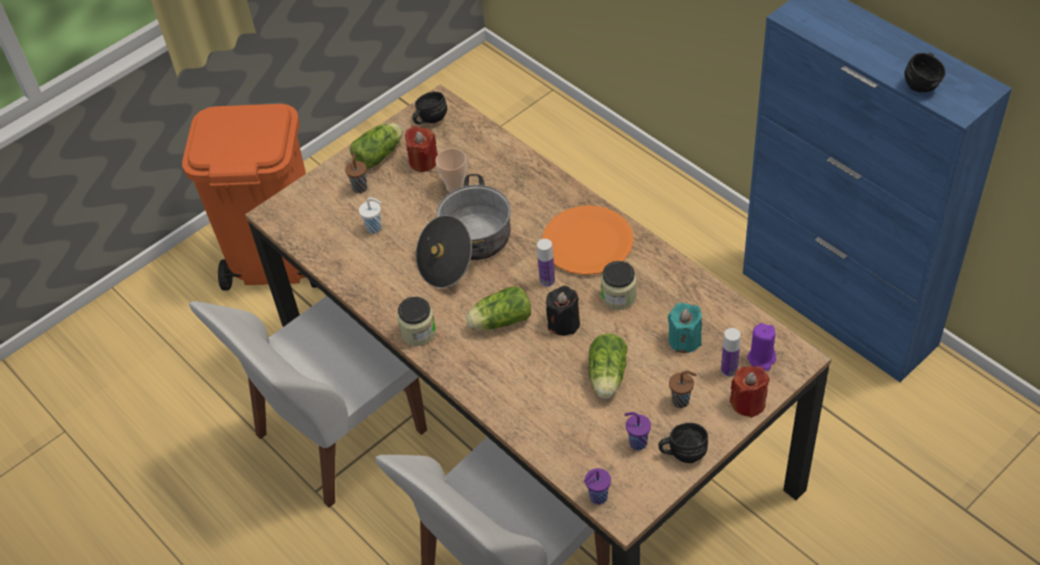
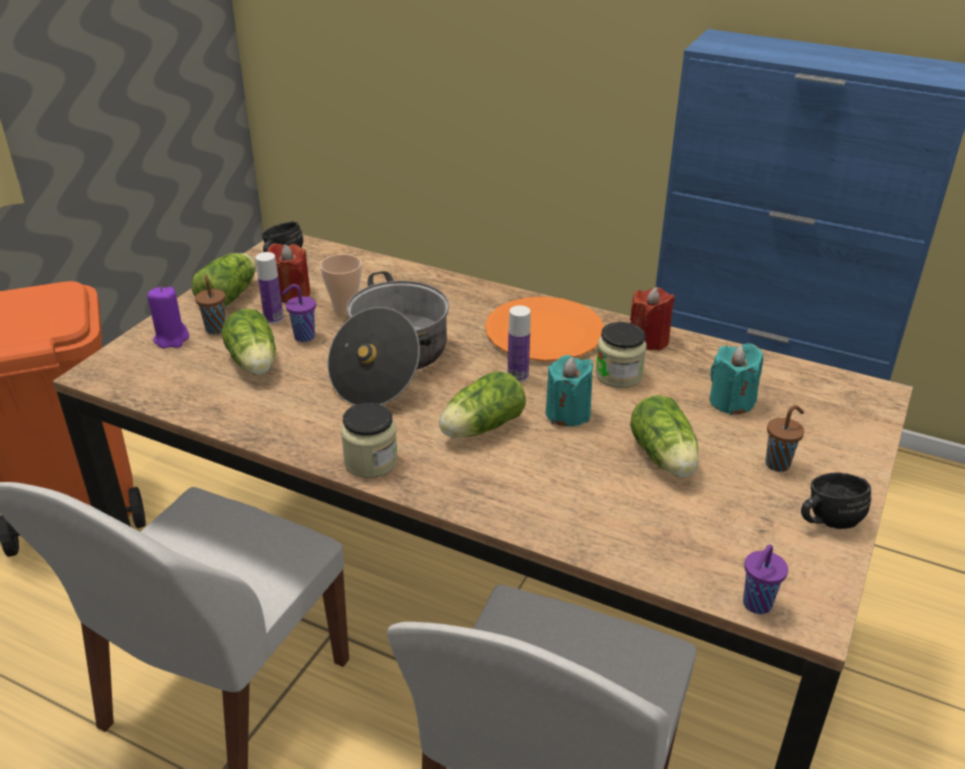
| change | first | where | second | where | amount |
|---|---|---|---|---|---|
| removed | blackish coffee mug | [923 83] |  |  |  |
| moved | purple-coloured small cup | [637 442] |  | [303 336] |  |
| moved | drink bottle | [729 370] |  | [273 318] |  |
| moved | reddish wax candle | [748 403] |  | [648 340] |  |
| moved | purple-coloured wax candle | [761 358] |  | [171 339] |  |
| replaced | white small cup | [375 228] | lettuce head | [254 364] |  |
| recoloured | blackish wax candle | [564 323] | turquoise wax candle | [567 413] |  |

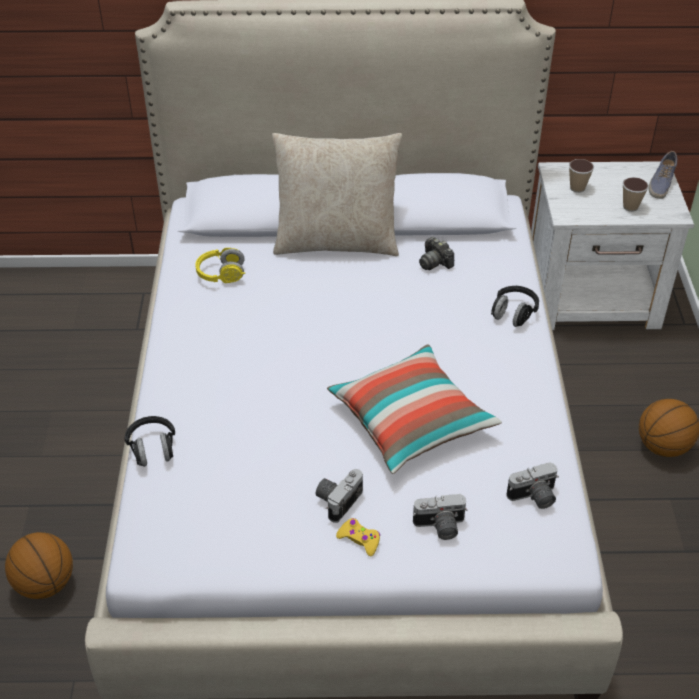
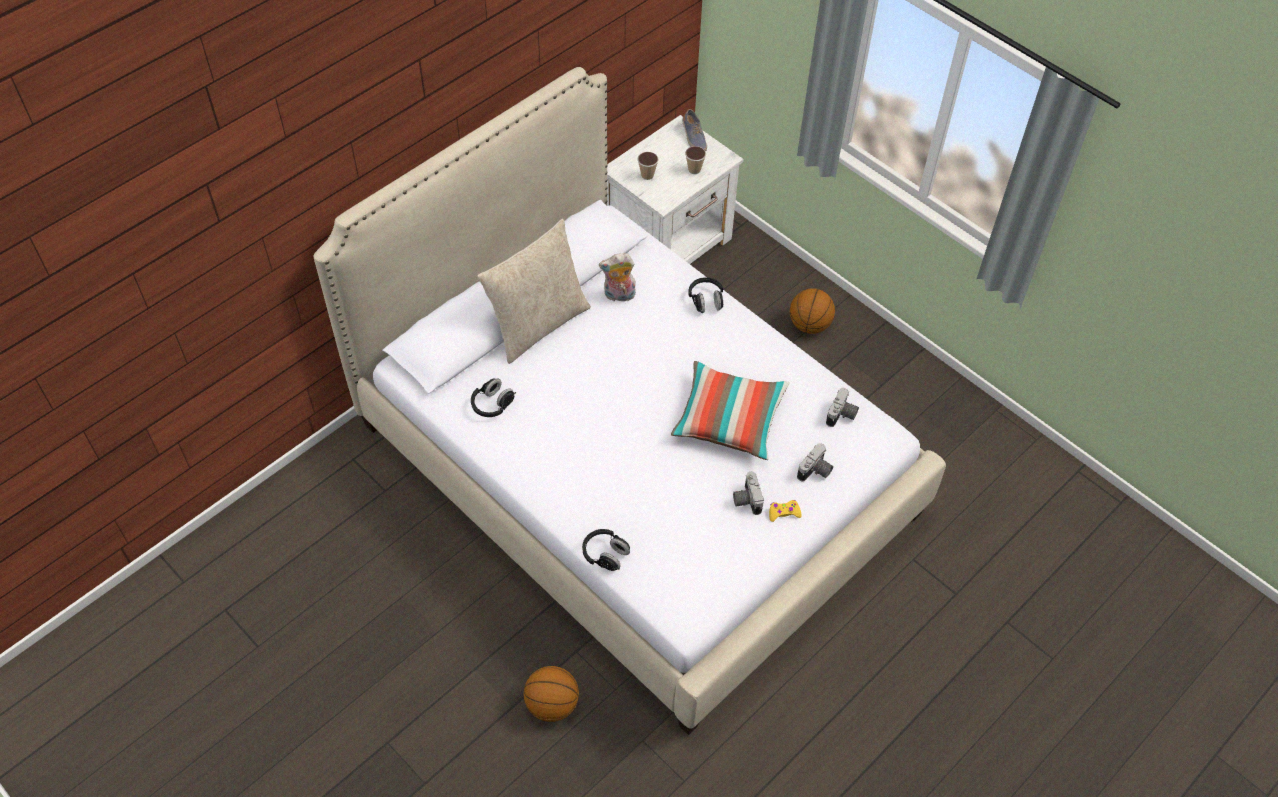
| change | first | where | second | where | amount |
|---|---|---|---|---|---|
| replaced | still camera | [435 262] | plush toy | [619 296] |  |
| recoloured | yellow headset | [221 275] | blackish headset | [492 405] |  |

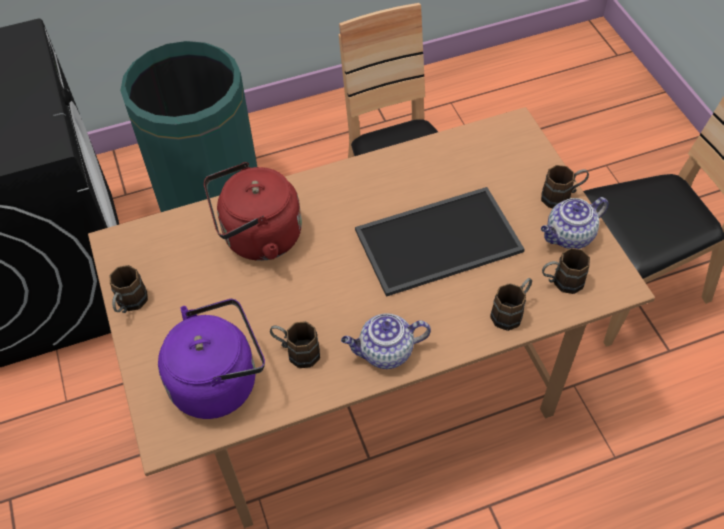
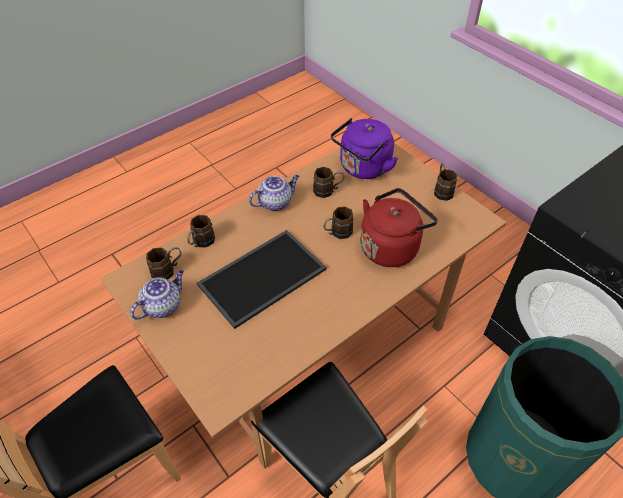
| change | first | where | second | where | amount |
|---|---|---|---|---|---|
| moved | brown coffee mug | [562 196] |  | [337 233] |  |

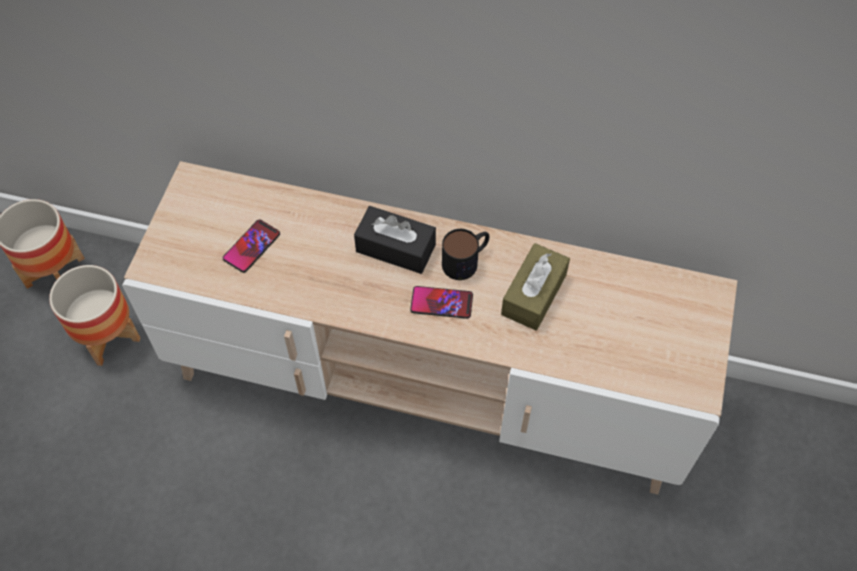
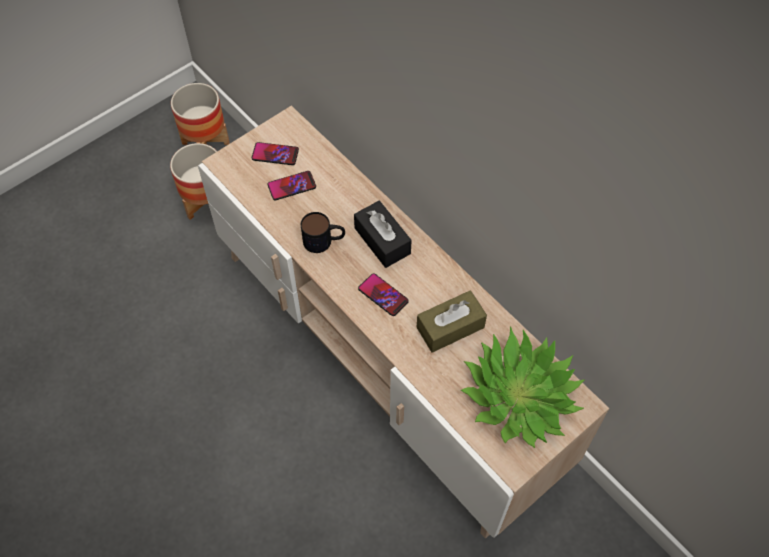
| change | first | where | second | where | amount |
|---|---|---|---|---|---|
| added |  |  | phone | [275 154] |  |
| added |  |  | potted plant | [519 397] |  |
| moved | coffee mug | [466 260] |  | [324 241] |  |

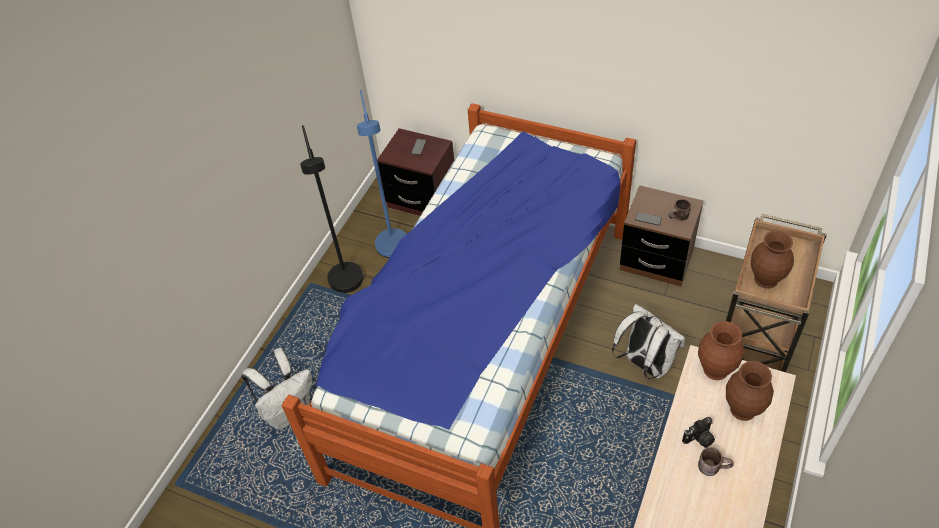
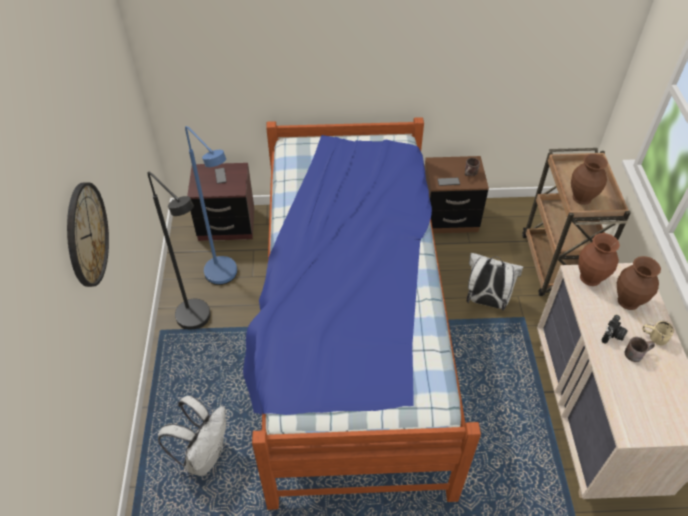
| change | first | where | second | where | amount |
|---|---|---|---|---|---|
| added |  |  | clock on the wall | [86 234] |  |
| added |  |  | beige coffee mug | [654 338] |  |

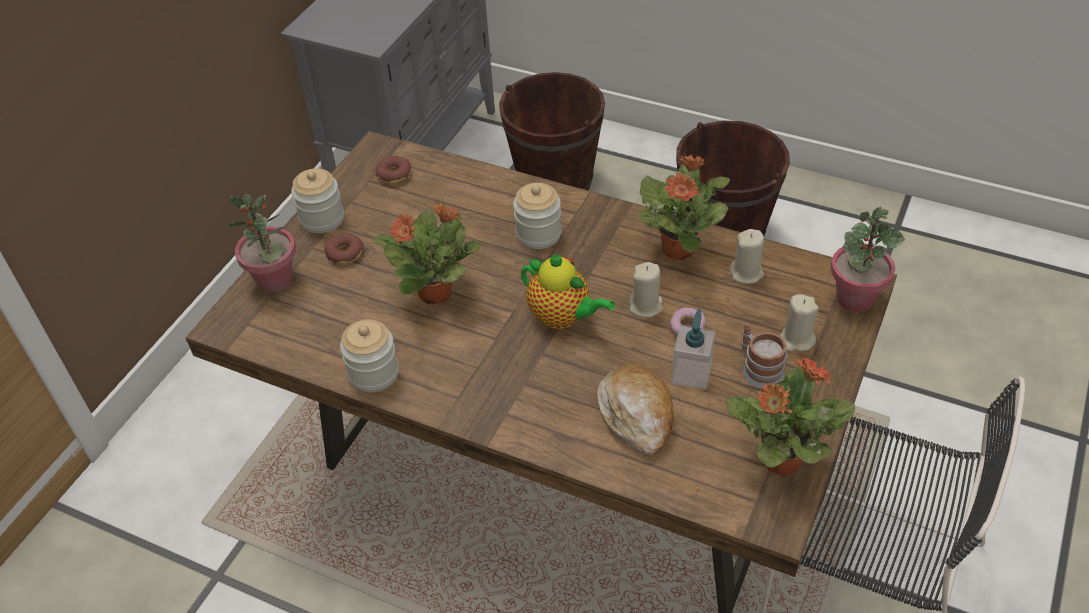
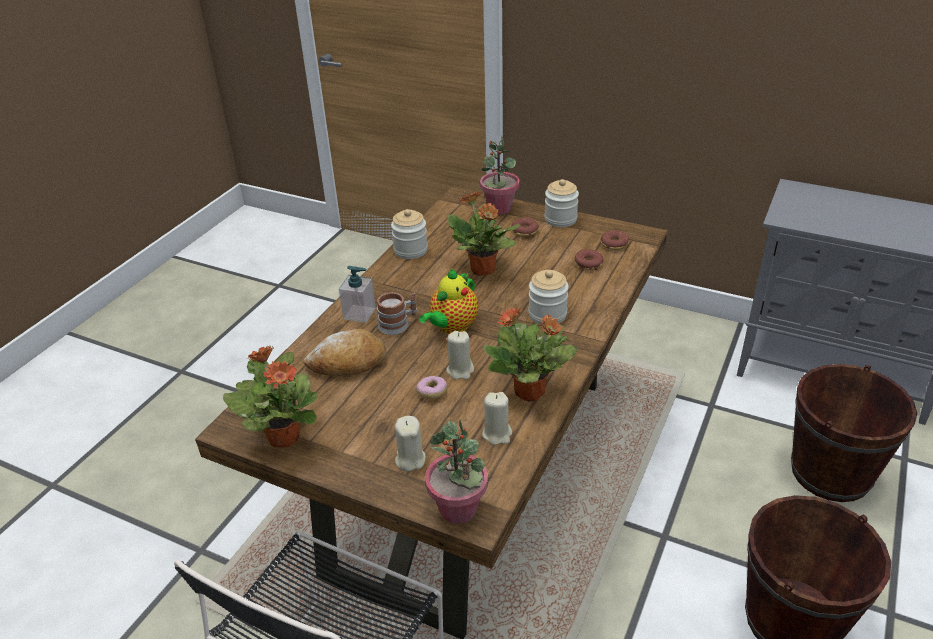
| change | first | where | second | where | amount |
|---|---|---|---|---|---|
| added |  |  | donut | [588 264] |  |
| moved | soap dispenser | [691 373] |  | [359 314] |  |
| moved | coffee mug | [758 368] |  | [398 324] |  |

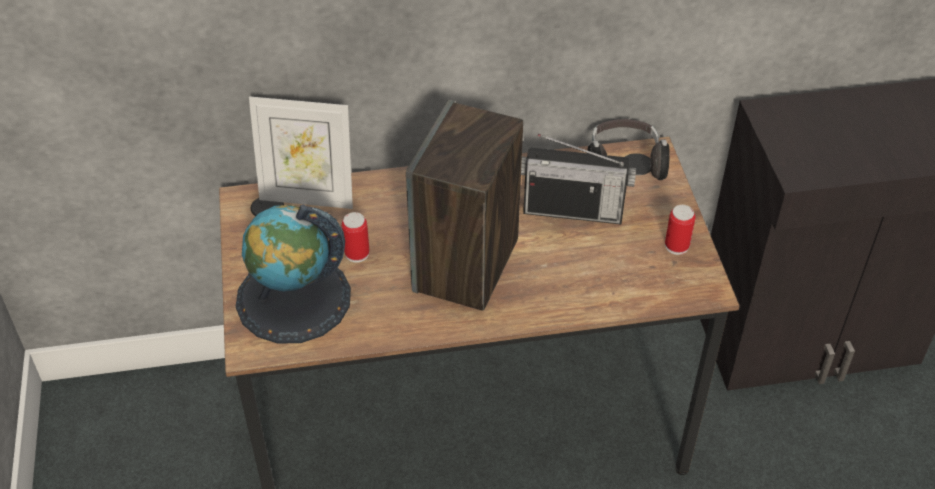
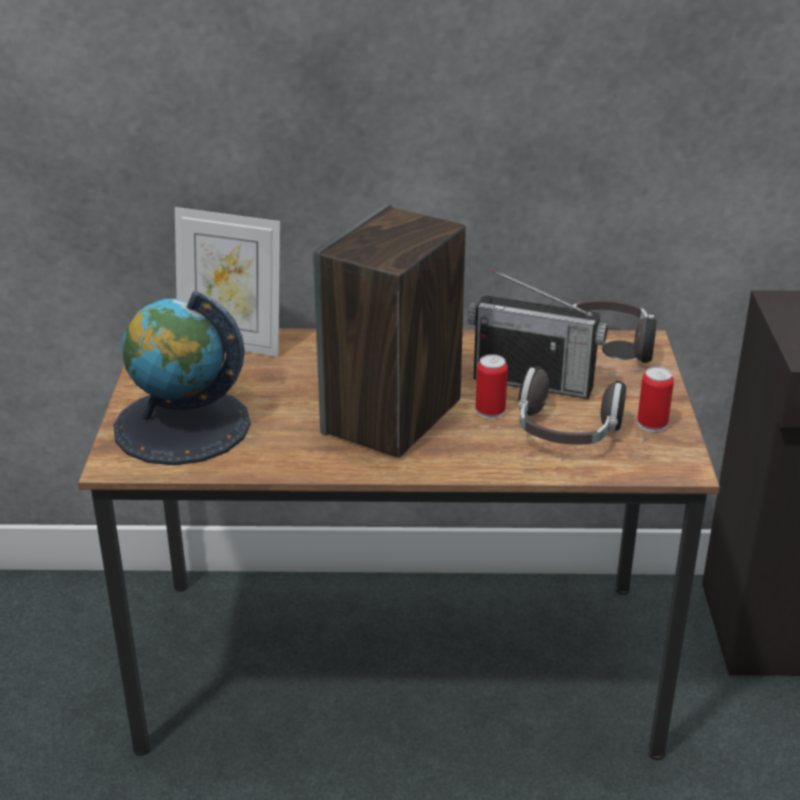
| change | first | where | second | where | amount |
|---|---|---|---|---|---|
| added |  |  | headset | [566 434] |  |
| moved | can | [357 253] |  | [490 411] |  |

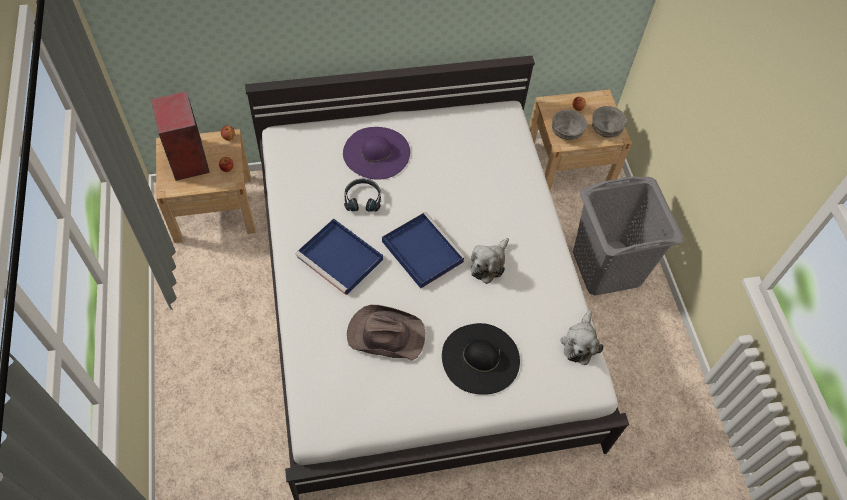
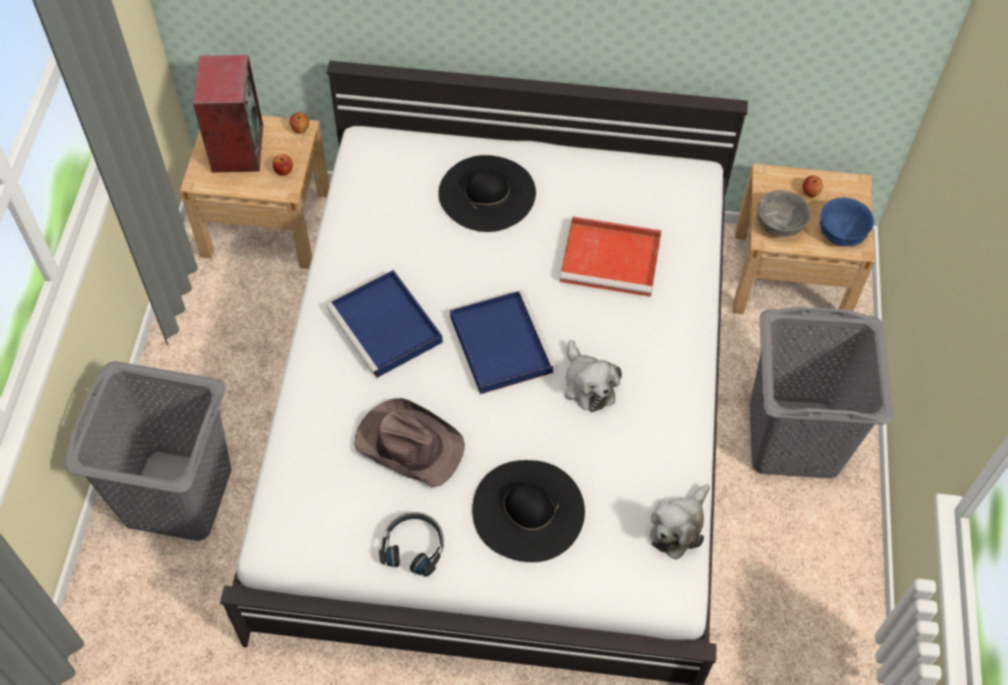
| change | first | where | second | where | amount |
|---|---|---|---|---|---|
| added |  |  | gray washing basket | [177 494] |  |
| added |  |  | reddish serving tray | [612 259] |  |
| moved | blackish headset | [362 198] |  | [414 546] |  |
| recoloured | purple-coloured wearable hat | [376 152] | blackish wearable hat | [487 193] |  |
| recoloured | gray deep dish | [606 129] | blue-coloured deep dish | [842 233] |  |
| turned | plush toy | [488 264] |  | [588 384] | 75 degrees counterclockwise |

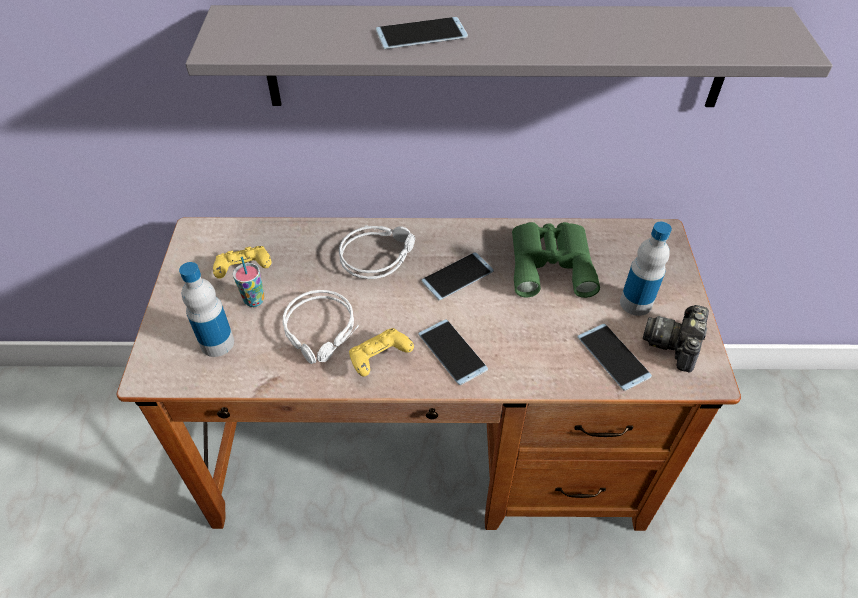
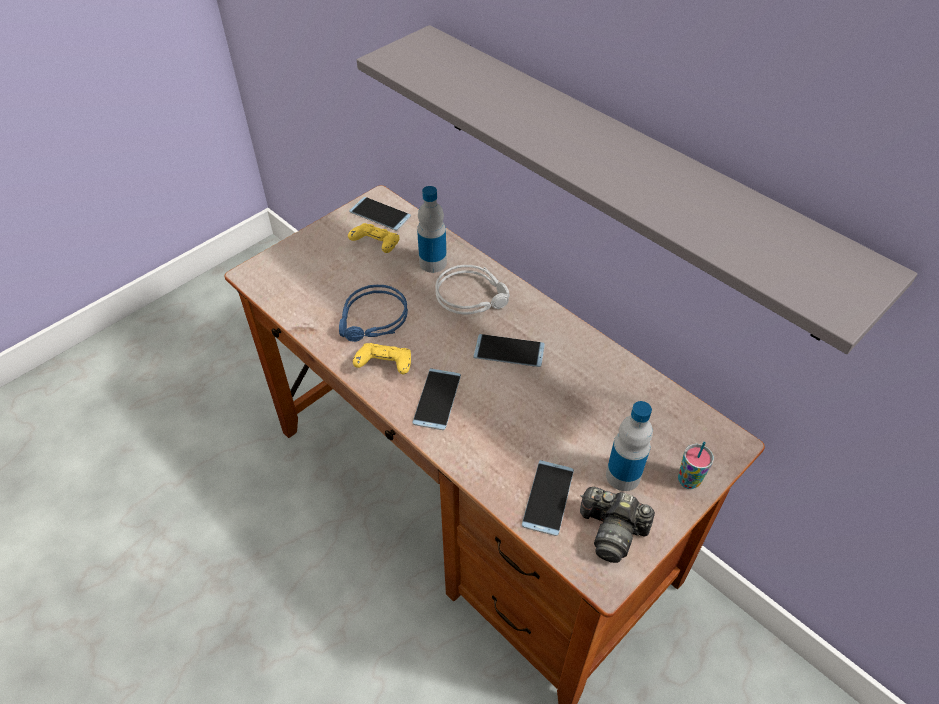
| change | first | where | second | where | amount |
|---|---|---|---|---|---|
| removed | green pair of binoculars | [550 263] |  |  |  |
| moved | drink bottle | [217 343] |  | [433 263] |  |
| moved | small cup | [254 300] |  | [688 481] |  |
| moved | phone | [421 34] |  | [380 214] |  |
| recoloured | gray headset | [322 332] | blue-coloured headset | [373 321] |  |
| turned | still camera | [675 344] |  | [612 531] | 135 degrees counterclockwise |

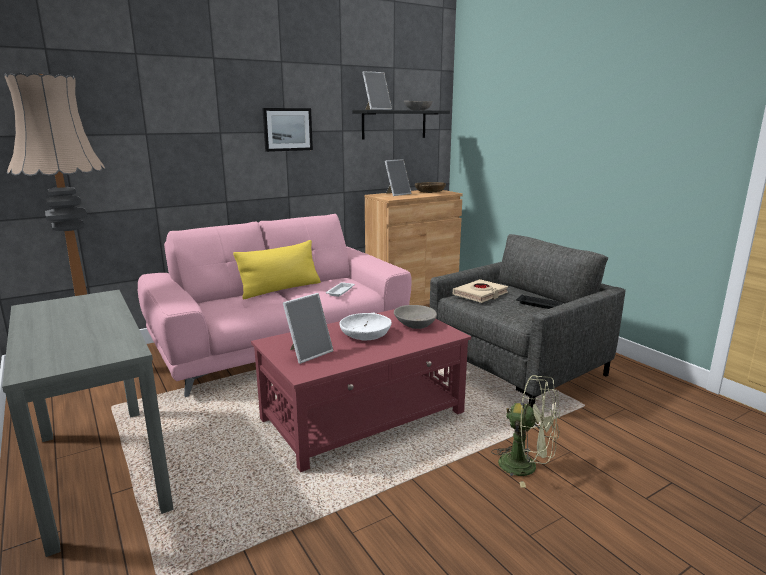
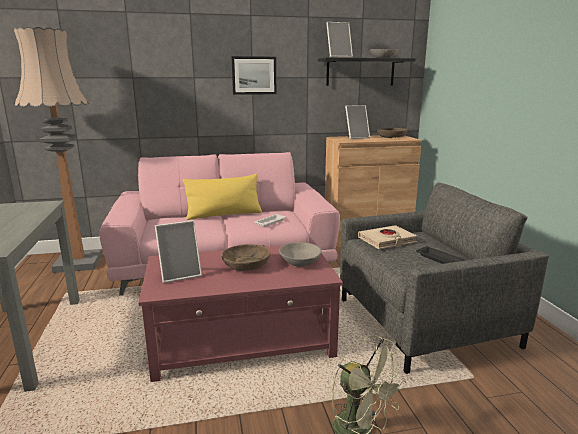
| change | first | where | second | where | amount |
|---|---|---|---|---|---|
| recoloured | white deep dish | [365 334] | brown deep dish | [246 264] |  |

